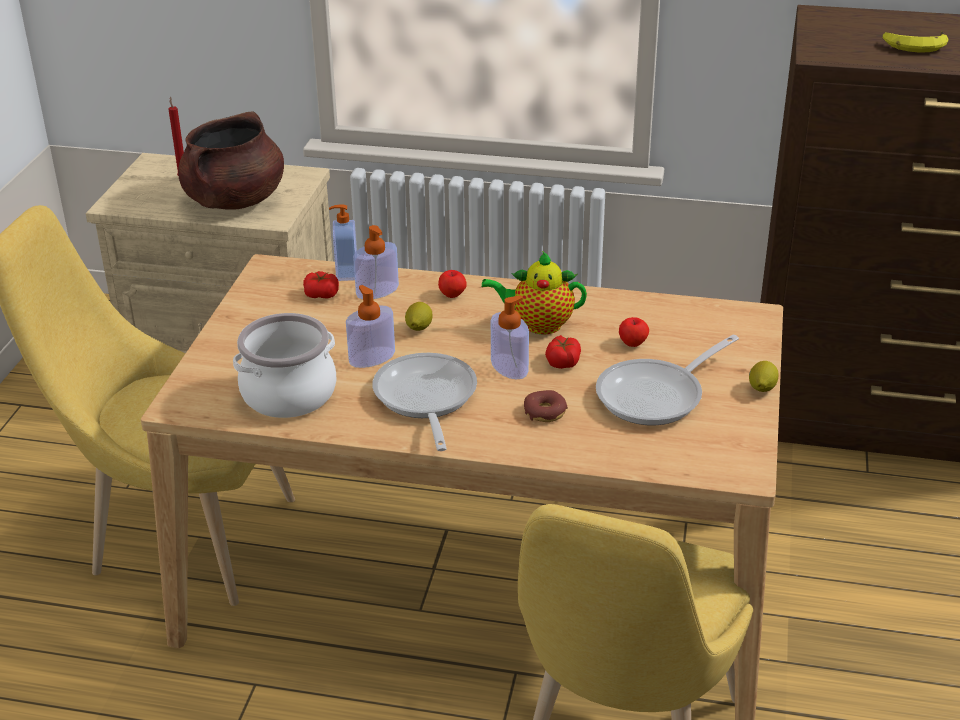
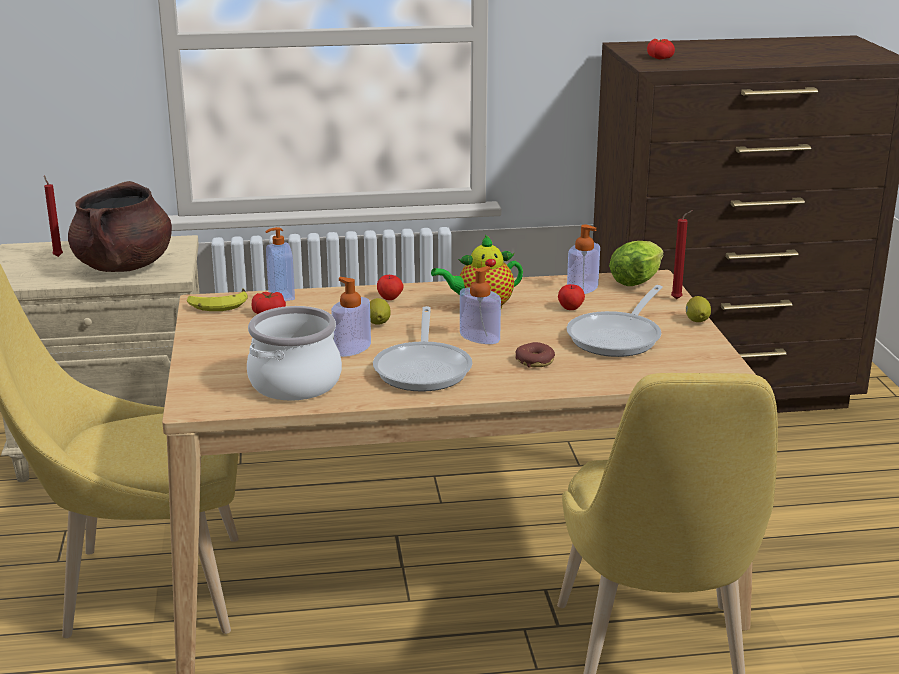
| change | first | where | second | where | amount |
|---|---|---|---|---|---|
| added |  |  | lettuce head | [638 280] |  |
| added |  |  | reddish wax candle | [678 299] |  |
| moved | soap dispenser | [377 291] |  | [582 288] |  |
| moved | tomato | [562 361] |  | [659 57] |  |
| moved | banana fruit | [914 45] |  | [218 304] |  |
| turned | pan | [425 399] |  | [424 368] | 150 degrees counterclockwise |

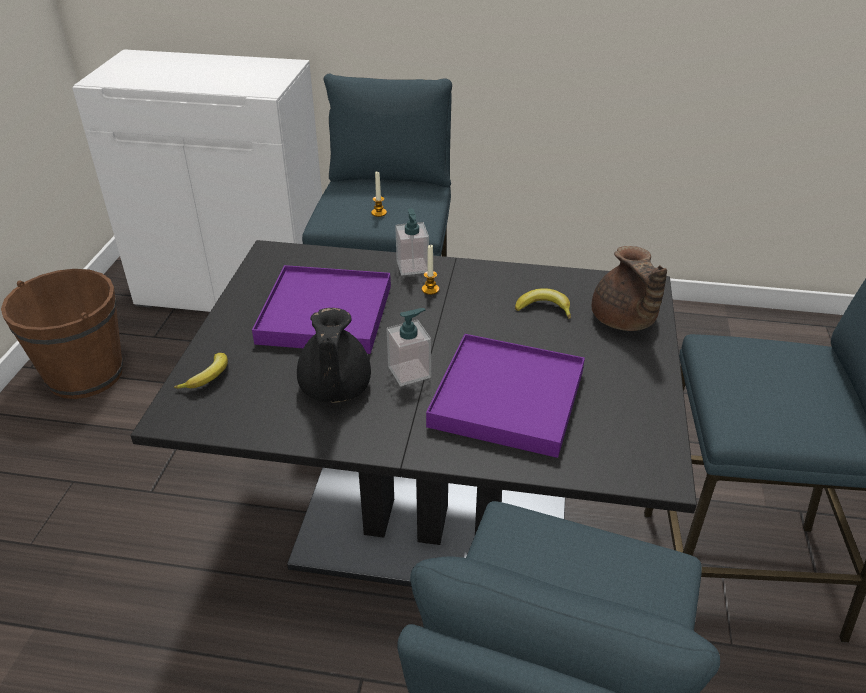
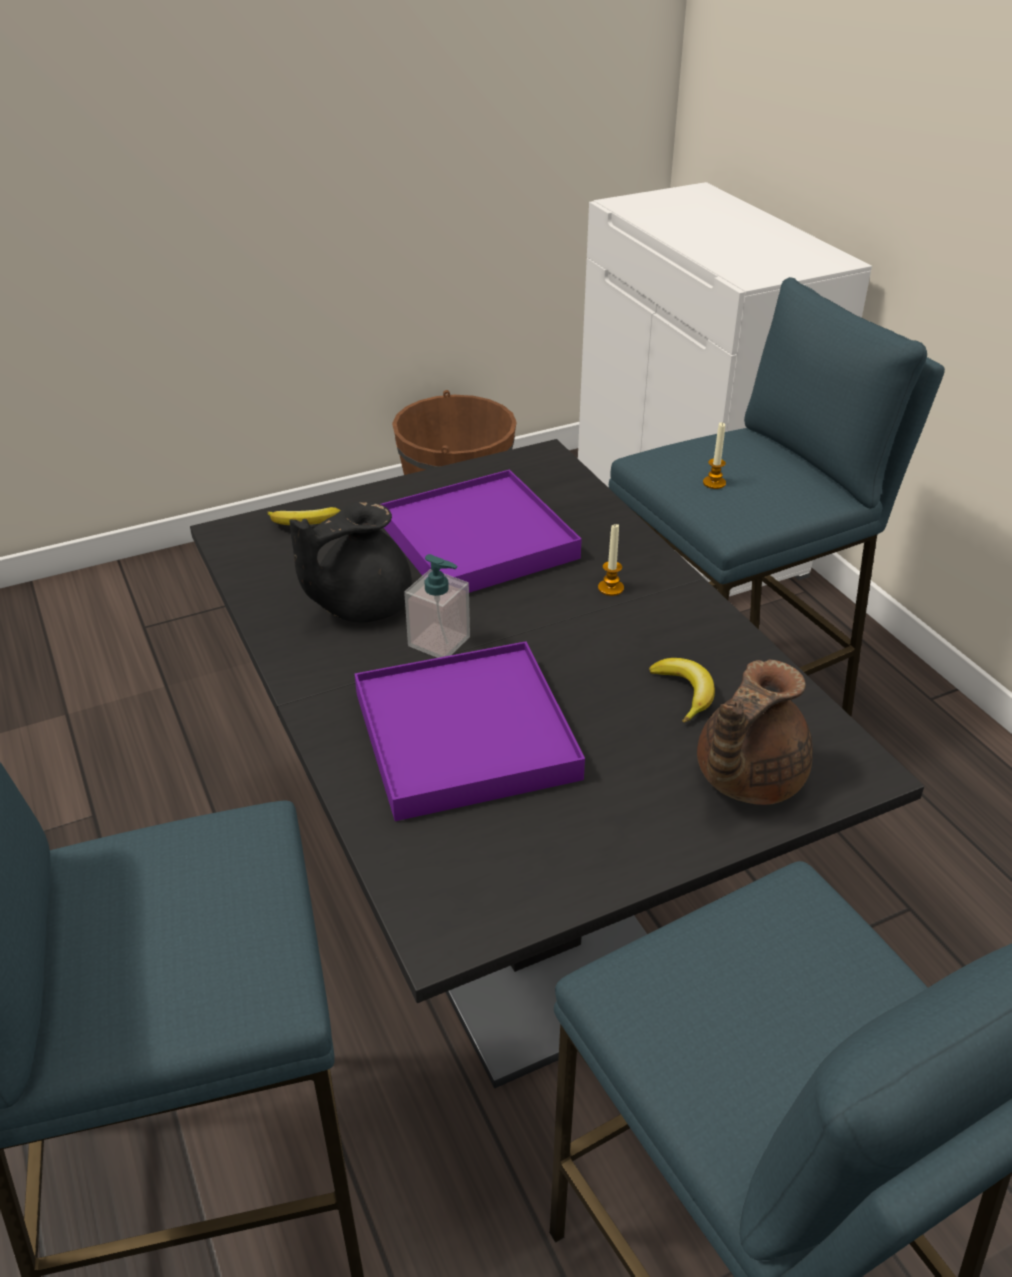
| change | first | where | second | where | amount |
|---|---|---|---|---|---|
| removed | soap dispenser | [412 266] |  |  |  |

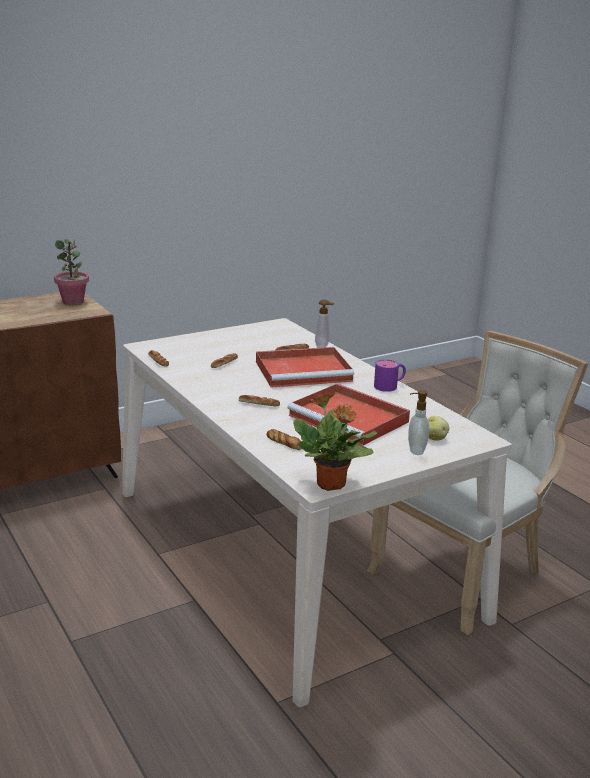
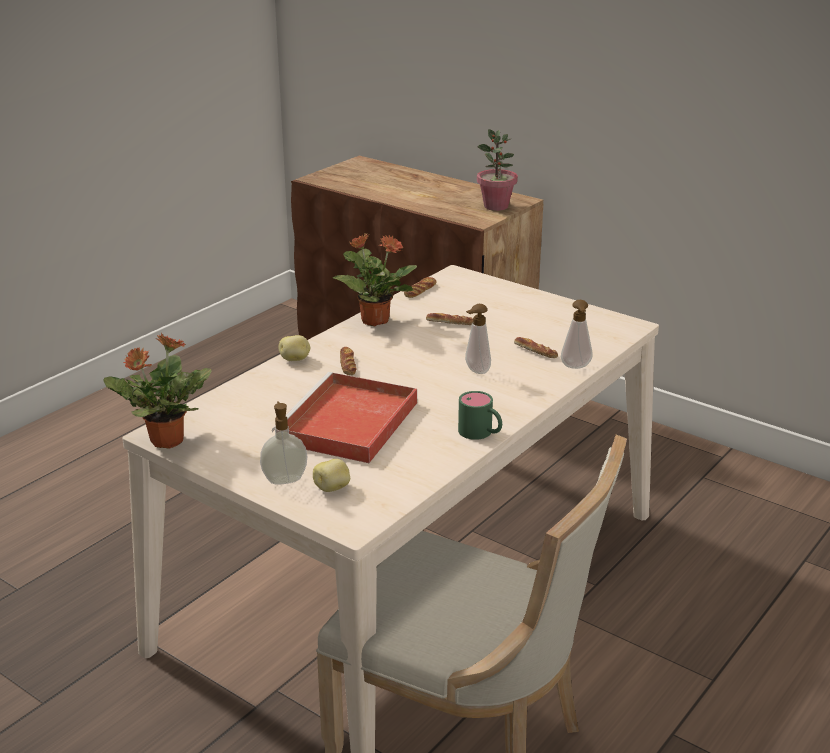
| change | first | where | second | where | amount |
|---|---|---|---|---|---|
| removed | bread | [284 443] |  |  |  |
| added |  |  | spud | [295 359] |  |
| added |  |  | potted plant | [374 320] |  |
| replaced | reddish serving tray | [305 371] | soap dispenser | [475 371] |  |
| recoloured | purple-coloured coffee mug | [390 386] | green coffee mug | [481 433] |  |

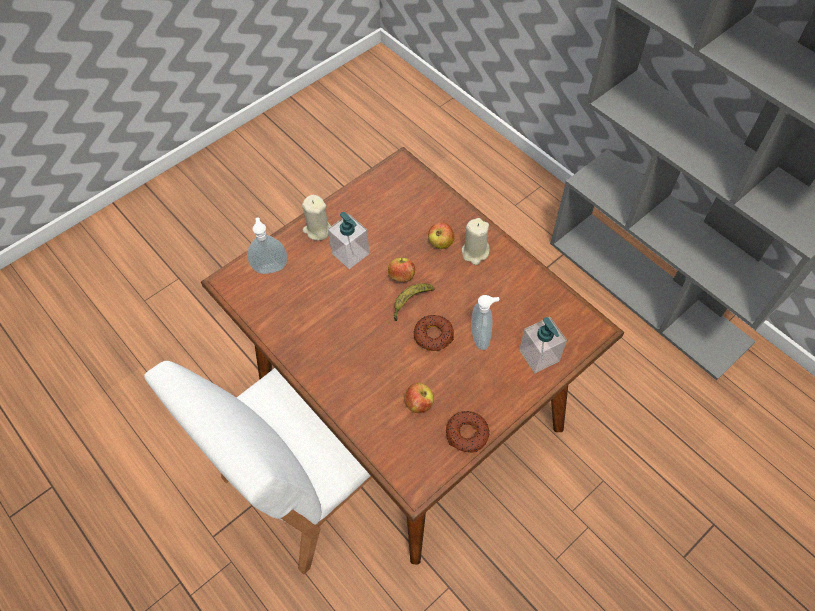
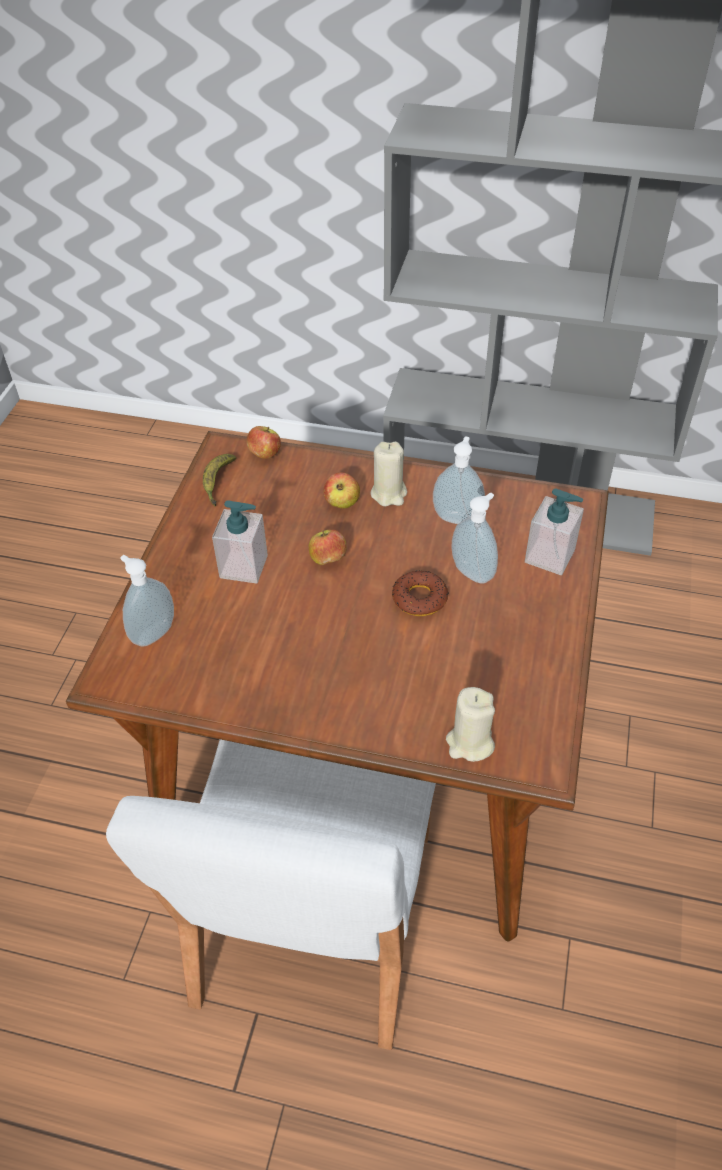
| change | first | where | second | where | amount |
|---|---|---|---|---|---|
| removed | donut | [467 434] |  |  |  |
| added |  |  | soap dispenser | [457 517] |  |
| moved | beige wax candle | [317 230] |  | [469 743] |  |
| moved | banana fruit | [410 302] |  | [218 483] |  |
| moved | apple | [418 403] |  | [264 454] |  |

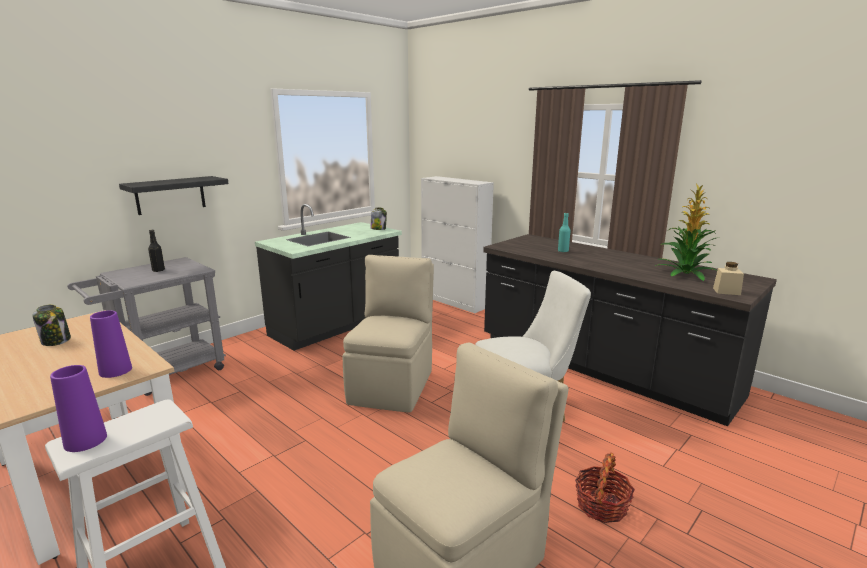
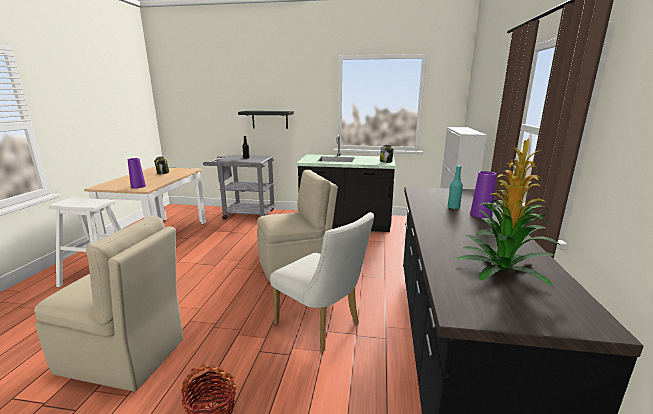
| change | first | where | second | where | amount |
|---|---|---|---|---|---|
| removed | beige storage jar | [726 291] |  |  |  |
| moved | purple-coloured decorative vase | [85 440] |  | [481 214] |  |

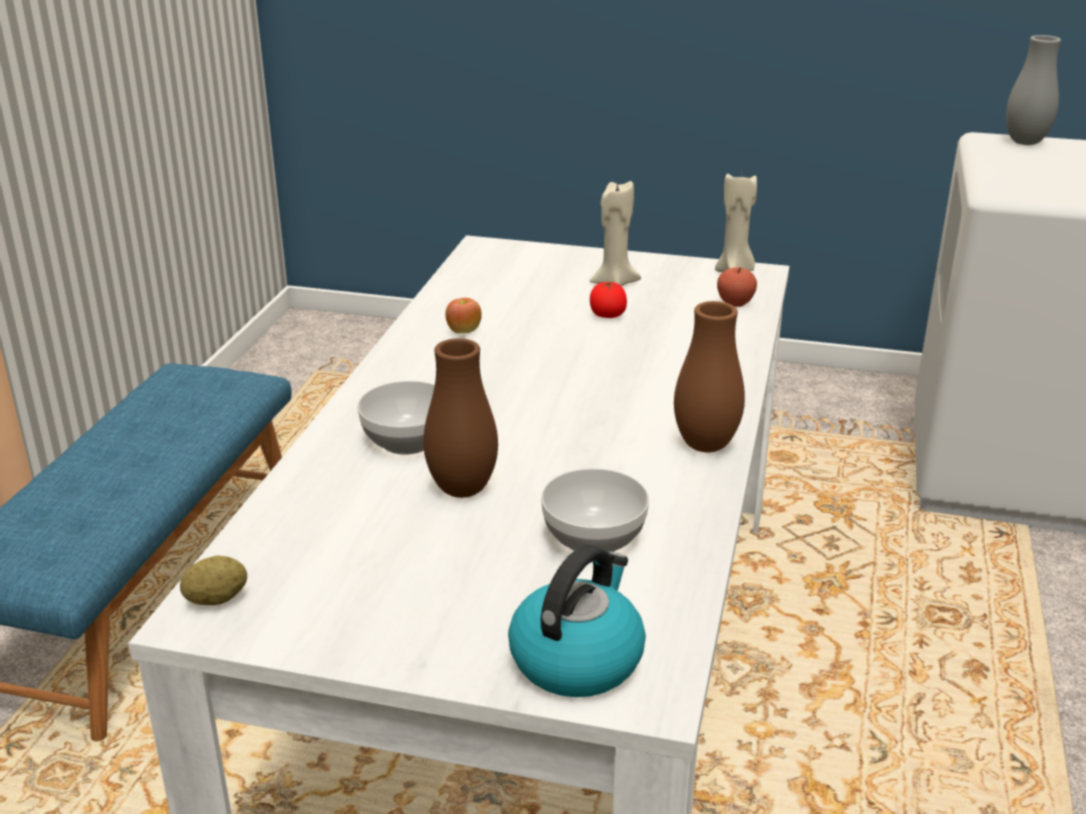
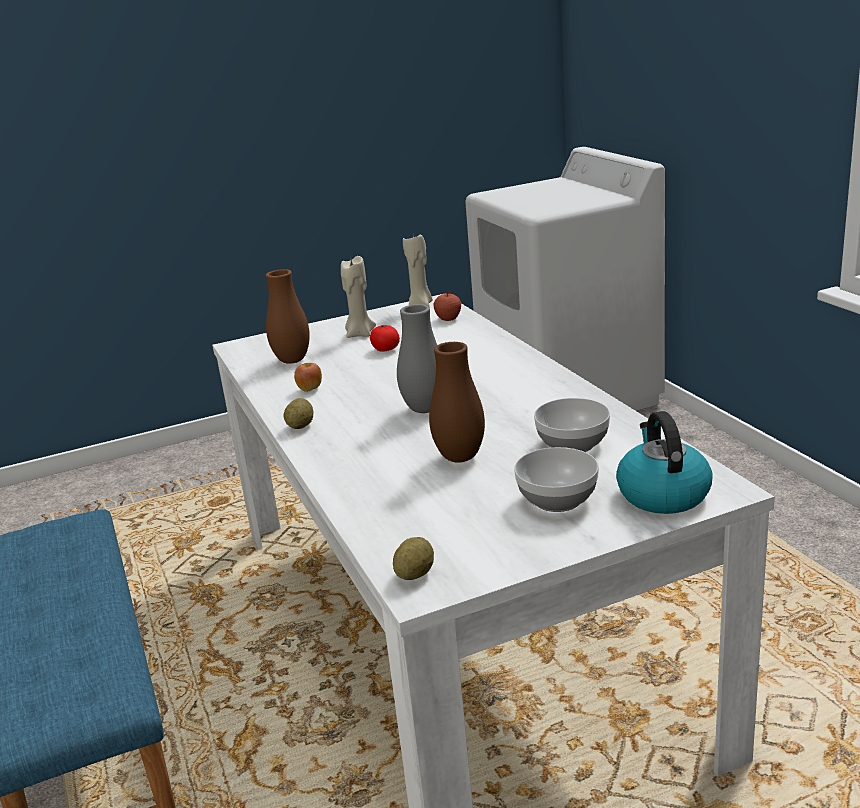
| change | first | where | second | where | amount |
|---|---|---|---|---|---|
| added |  |  | spud | [300 426] |  |
| moved | deep dish | [408 440] |  | [557 499] |  |
| moved | brown decorative vase | [705 445] |  | [292 360] |  |
| moved | gray decorative vase | [1025 142] |  | [424 409] |  |

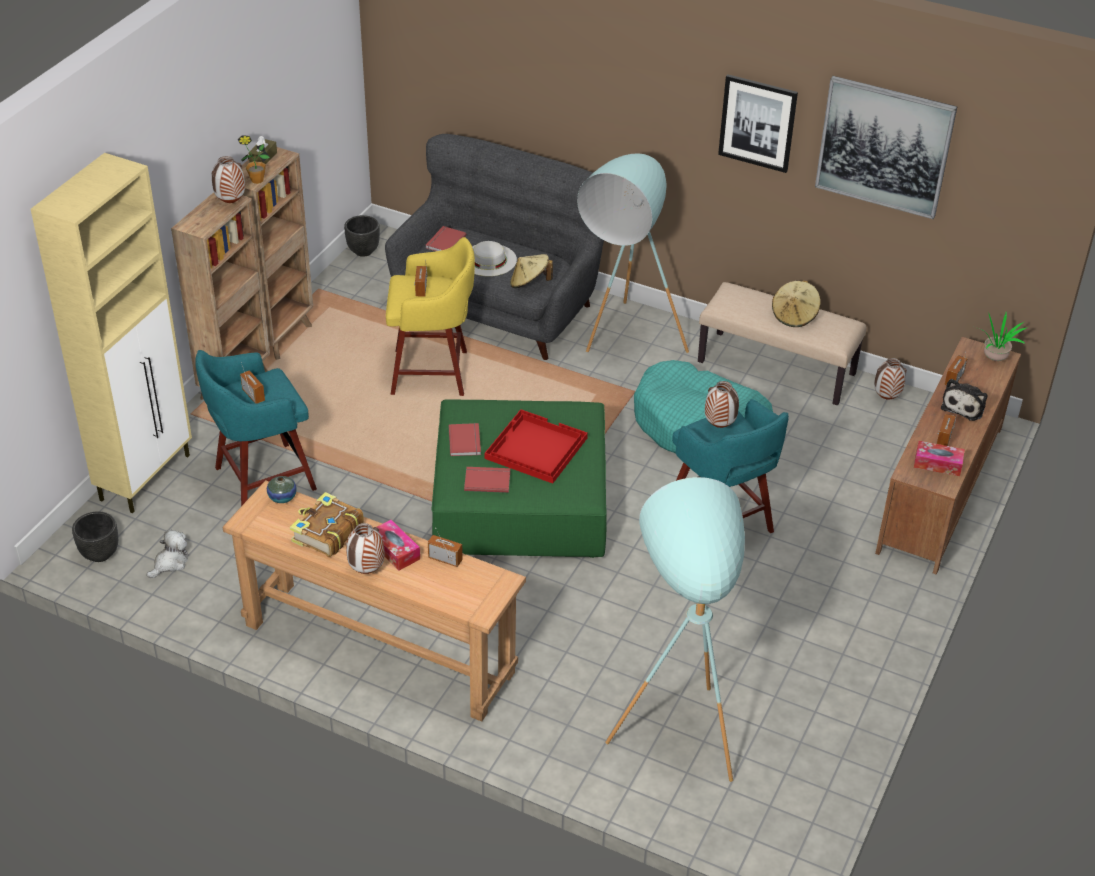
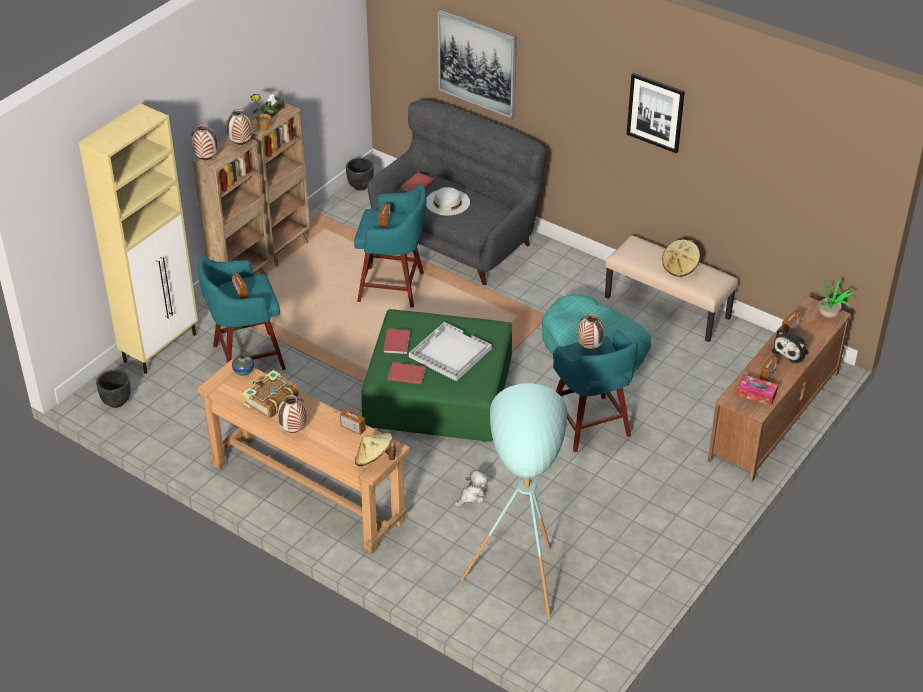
| change | first | where | second | where | amount |
|---|---|---|---|---|---|
| removed | tissue holder | [395 550] |  |  |  |
| removed | turquoise standard lamp | [623 345] |  |  |  |
| moved | plush toy | [170 563] |  | [472 496] |  |
| moved | beige wearable hat | [529 283] |  | [374 460] |  |
| moved | wall art | [884 146] |  | [477 63] |  |
| moved | decorative vase | [886 397] |  | [207 159] |  |
| recoloured | yellow stool seat | [432 373] | turquoise stool seat | [393 288] |  |
| recoloured | reddish serving tray | [535 448] | white serving tray | [449 353] |  |

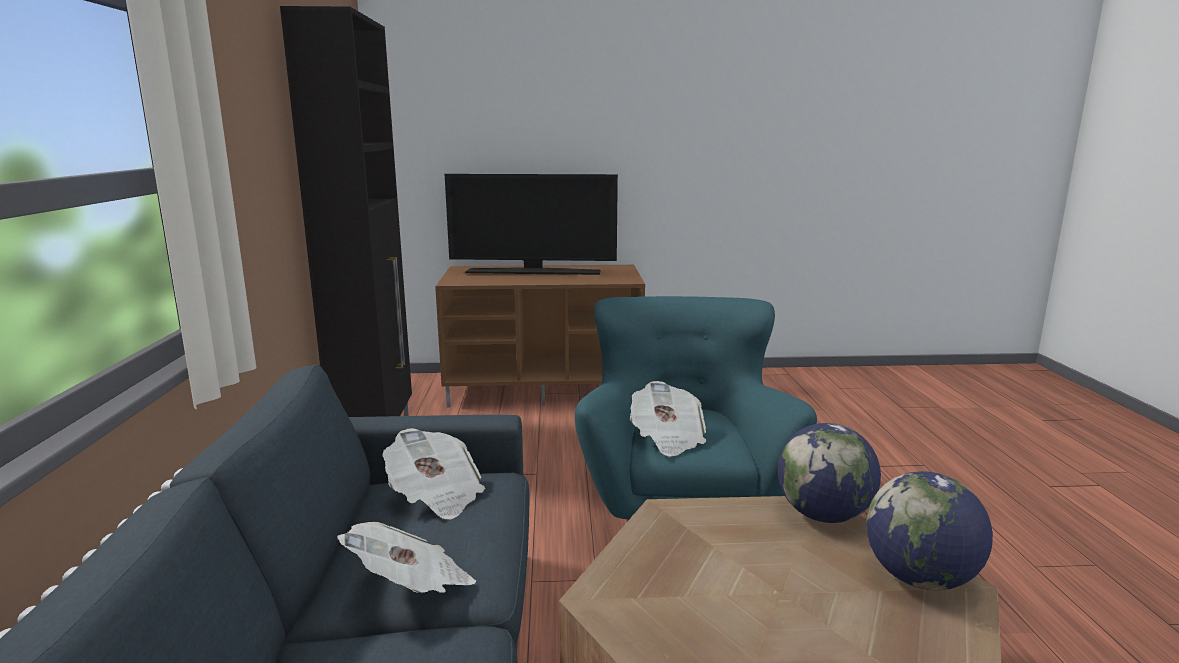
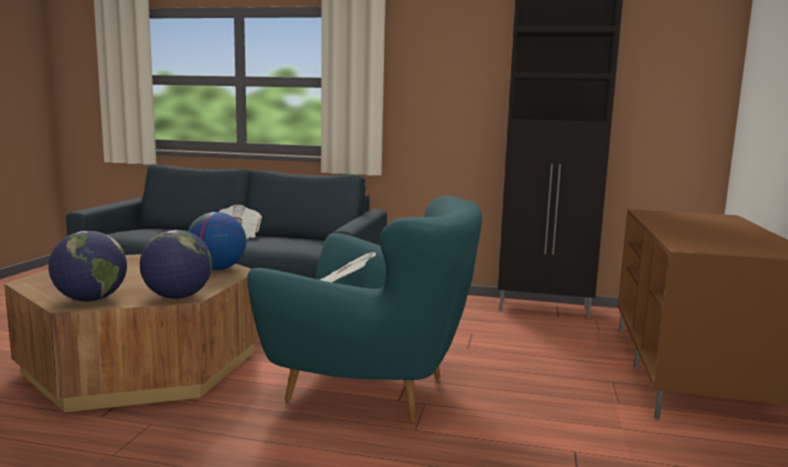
| change | first | where | second | where | amount |
|---|---|---|---|---|---|
| removed | printed paper | [436 496] |  |  |  |
| removed | television | [534 272] |  |  |  |
| added |  |  | world globe | [217 269] |  |

